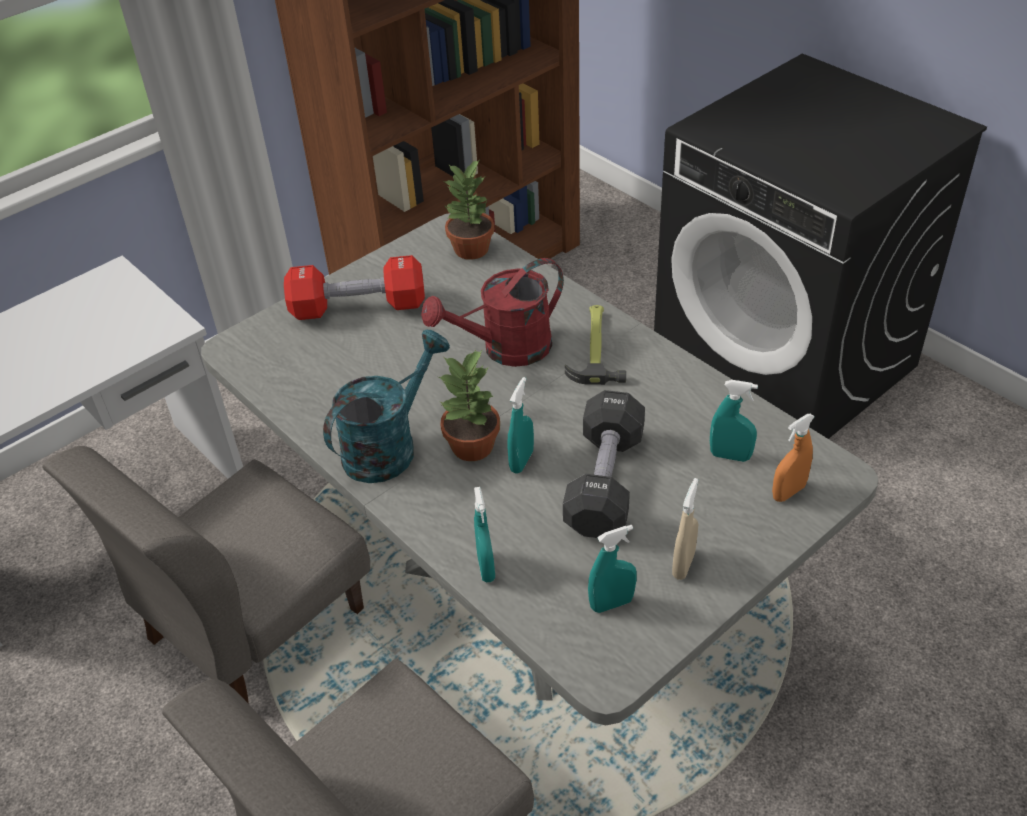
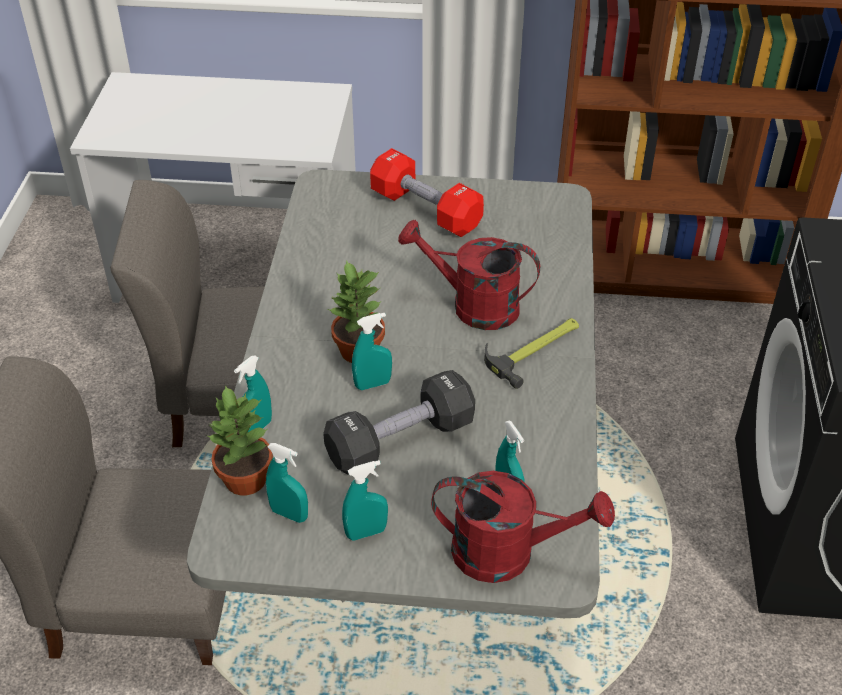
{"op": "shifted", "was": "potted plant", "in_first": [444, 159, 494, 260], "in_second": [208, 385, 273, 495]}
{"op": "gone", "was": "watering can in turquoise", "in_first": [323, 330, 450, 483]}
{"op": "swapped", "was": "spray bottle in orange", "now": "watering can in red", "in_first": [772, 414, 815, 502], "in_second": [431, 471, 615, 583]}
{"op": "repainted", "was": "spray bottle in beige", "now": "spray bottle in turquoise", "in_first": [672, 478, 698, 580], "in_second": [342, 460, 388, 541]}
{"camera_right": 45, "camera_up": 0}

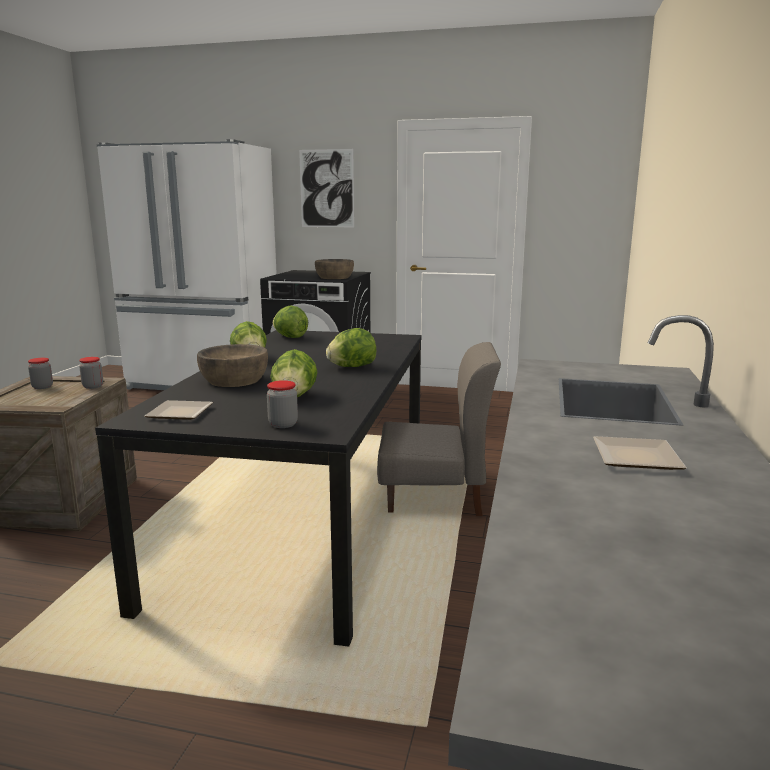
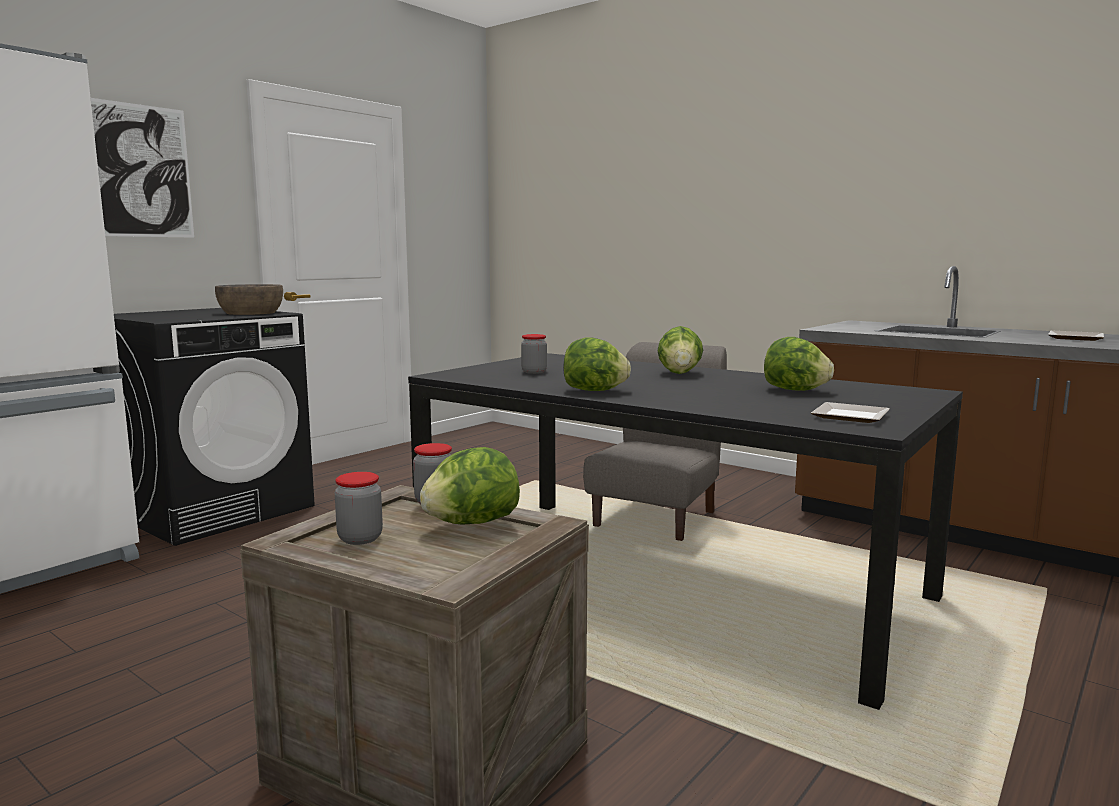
{"op": "shifted", "was": "lettuce", "in_first": [273, 305, 308, 338], "in_second": [420, 447, 520, 525]}
{"op": "gone", "was": "bowl in brown", "in_first": [197, 344, 268, 387]}
{"op": "shifted", "was": "jar", "in_first": [267, 380, 298, 428], "in_second": [521, 334, 547, 374]}
{"camera_right": -65, "camera_up": -5}

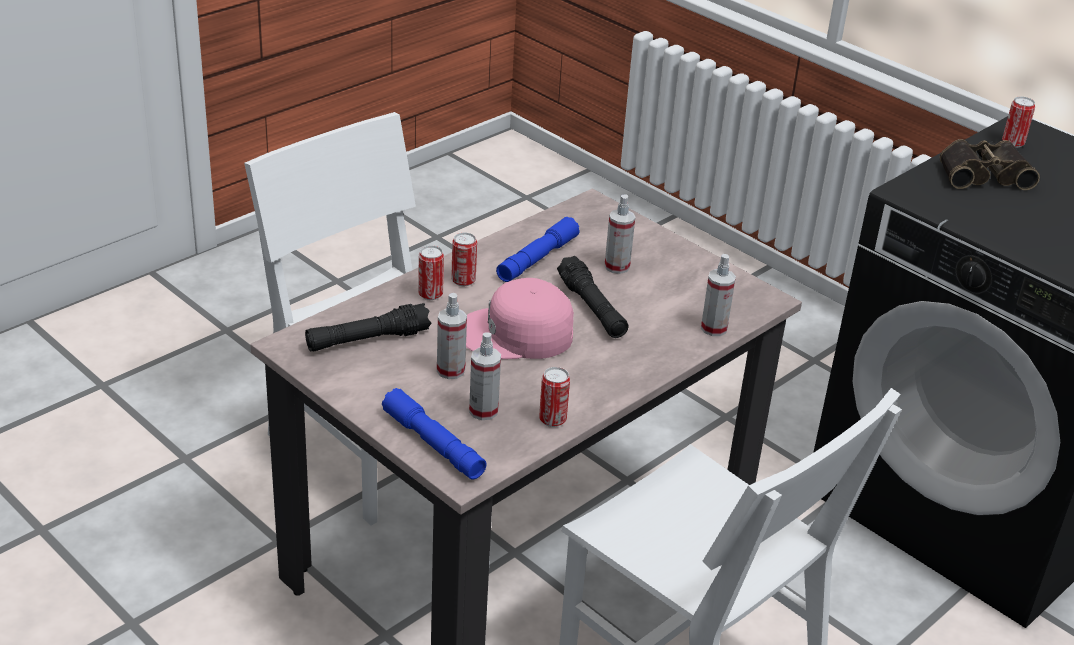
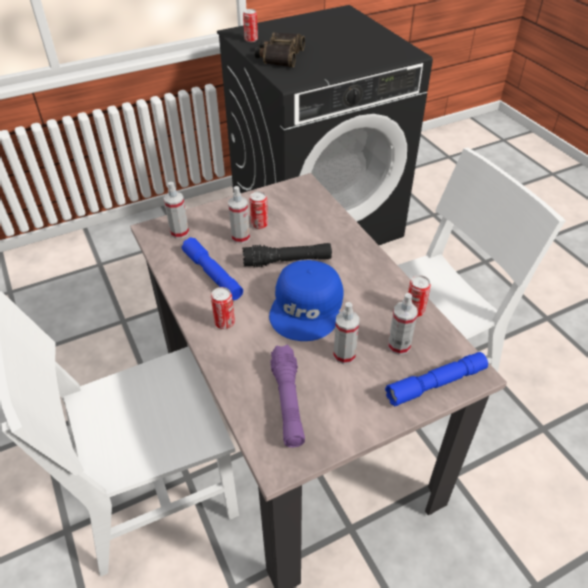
{"op": "shifted", "was": "can", "in_first": [418, 246, 444, 300], "in_second": [249, 191, 268, 229]}
{"op": "shifted", "was": "spray bottle", "in_first": [701, 254, 736, 336], "in_second": [164, 182, 189, 239]}
{"op": "repainted", "was": "cap in pink", "now": "cap in blue", "in_first": [466, 278, 574, 359], "in_second": [269, 260, 343, 341]}
{"op": "repainted", "was": "flashlight in black", "now": "flashlight in purple", "in_first": [305, 303, 431, 352], "in_second": [270, 345, 305, 447]}
{"camera_right": -70, "camera_up": 10}

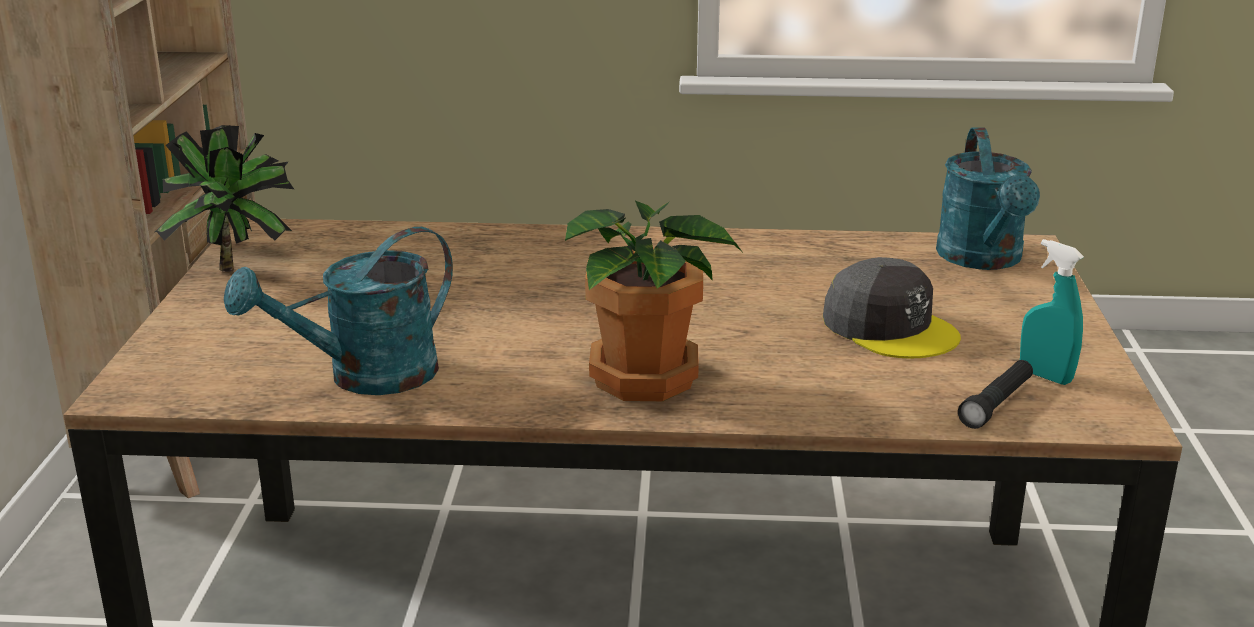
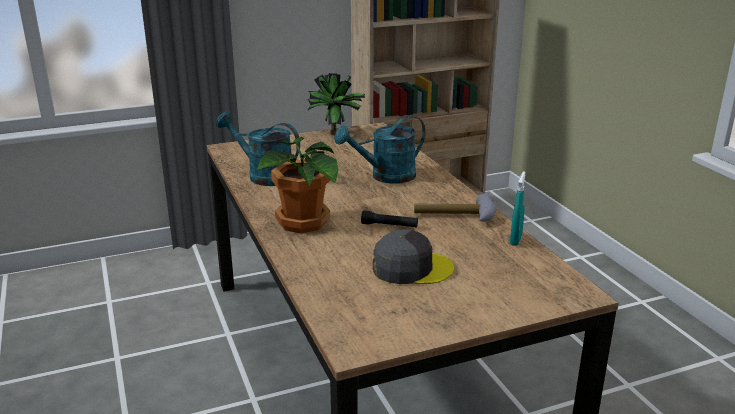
{"op": "shifted", "was": "watering can in turquoise", "in_first": [936, 127, 1040, 270], "in_second": [334, 116, 426, 184]}
{"op": "shifted", "was": "spray bottle in turquoise", "in_first": [1020, 239, 1084, 385], "in_second": [510, 171, 526, 246]}
{"op": "rotated", "was": "cap in grey", "in_first": [823, 257, 961, 359], "in_second": [373, 230, 454, 284], "clockwise": -120}
{"op": "shifted", "was": "flashlight in black", "in_first": [958, 360, 1033, 429], "in_second": [361, 210, 418, 228]}
{"op": "new", "now": "hammer", "in_second": [414, 194, 495, 222]}
{"camera_right": 65, "camera_up": 0}

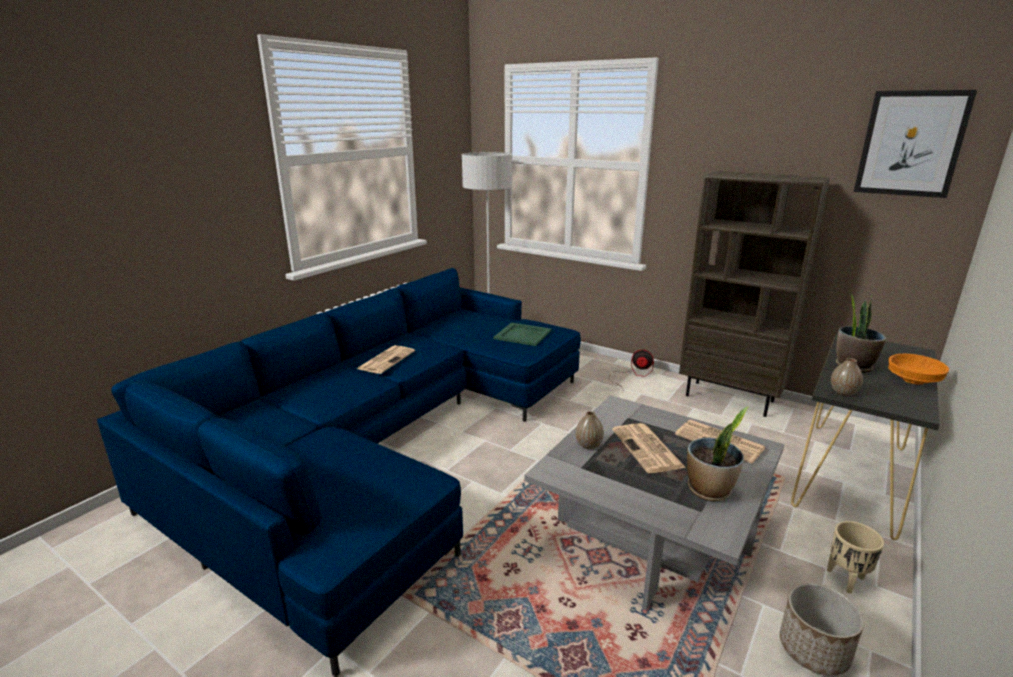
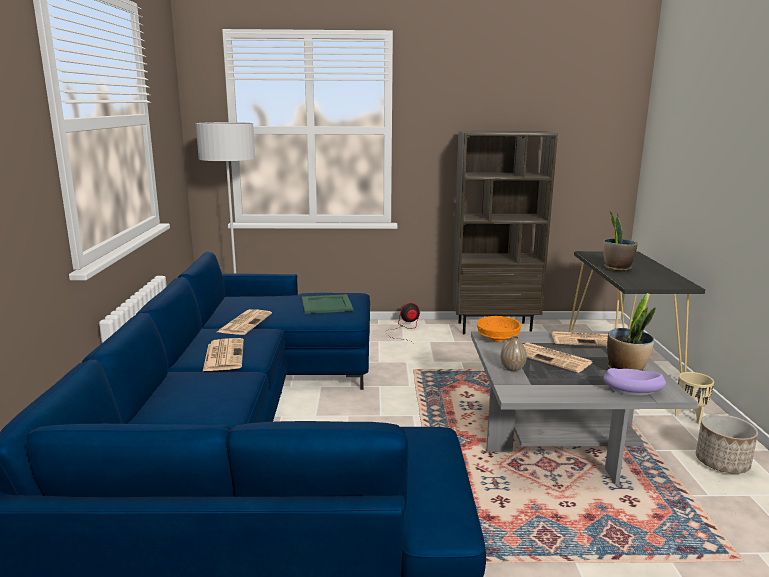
{"op": "gone", "was": "picture", "in_first": [854, 90, 977, 198]}
{"op": "shifted", "was": "bowl in orange", "in_first": [888, 354, 949, 385], "in_second": [477, 316, 521, 342]}
{"op": "gone", "was": "vase", "in_first": [831, 358, 863, 396]}
{"op": "new", "now": "newspaper", "in_second": [217, 309, 272, 335]}
{"op": "new", "now": "bowl in purple", "in_second": [603, 368, 666, 395]}
{"camera_right": -35, "camera_up": -5}

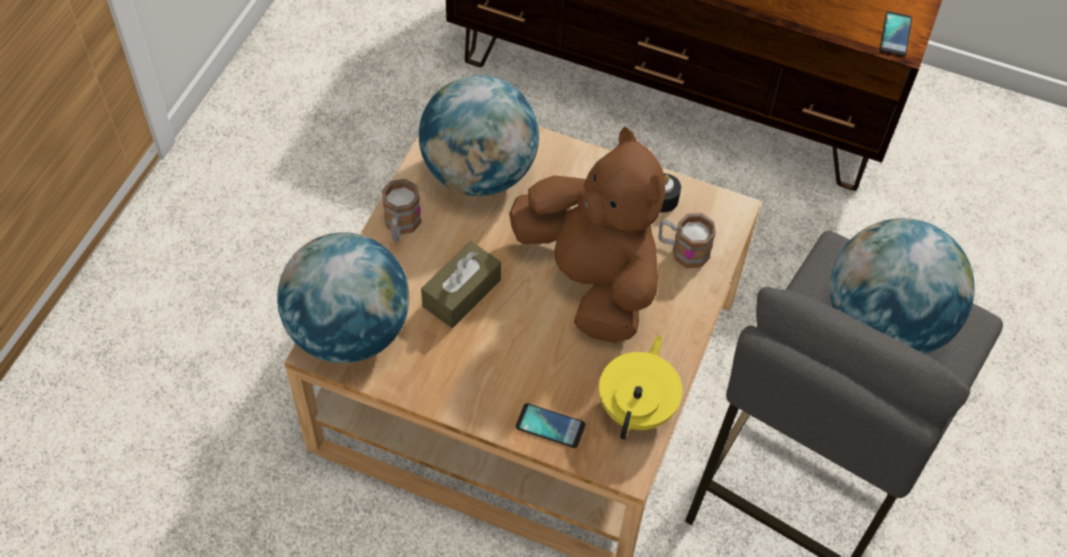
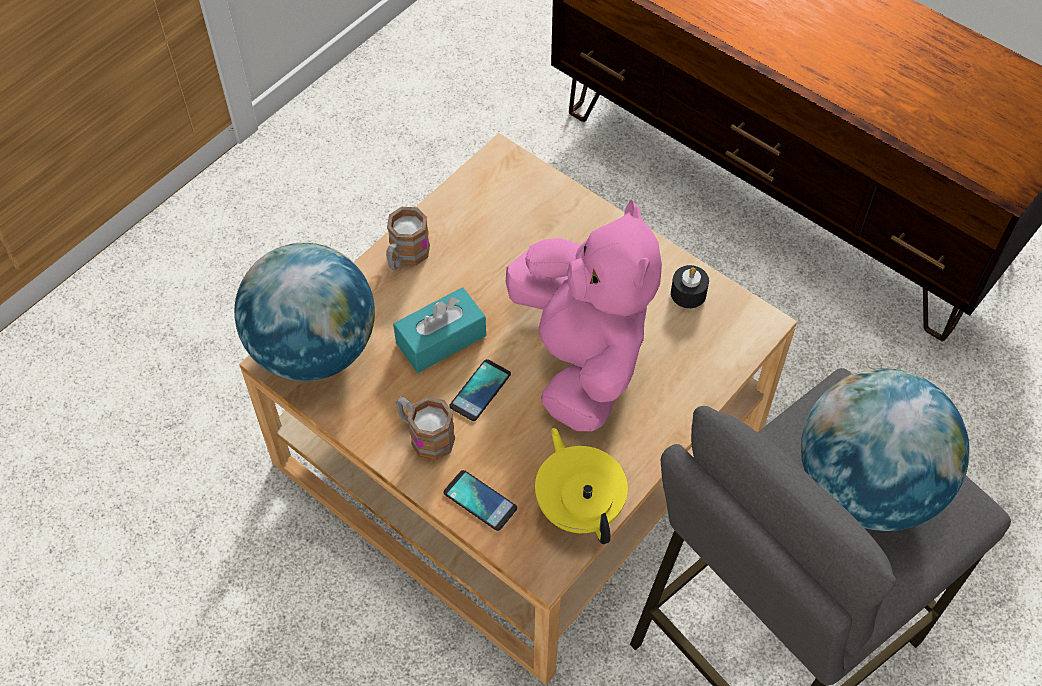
{"op": "shifted", "was": "phone", "in_first": [880, 11, 912, 56], "in_second": [449, 359, 511, 421]}
{"op": "gone", "was": "globe", "in_first": [419, 75, 539, 196]}
{"op": "repainted", "was": "plush toy in brown", "now": "plush toy in pink", "in_first": [509, 127, 665, 343], "in_second": [506, 199, 662, 431]}
{"op": "shifted", "was": "mug", "in_first": [658, 213, 716, 268], "in_second": [396, 397, 455, 460]}
{"op": "repainted", "was": "tissue box in brown", "now": "tissue box in turquoise", "in_first": [421, 241, 501, 328], "in_second": [393, 287, 486, 373]}
{"op": "rotated", "was": "teapot in yellow", "in_first": [599, 335, 682, 440], "in_second": [535, 428, 628, 544], "clockwise": -60}
{"camera_right": 20, "camera_up": 0}

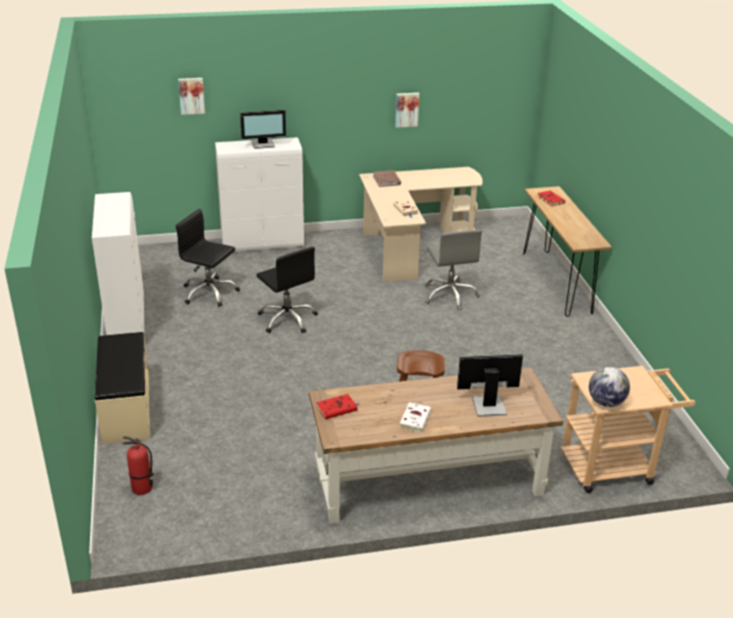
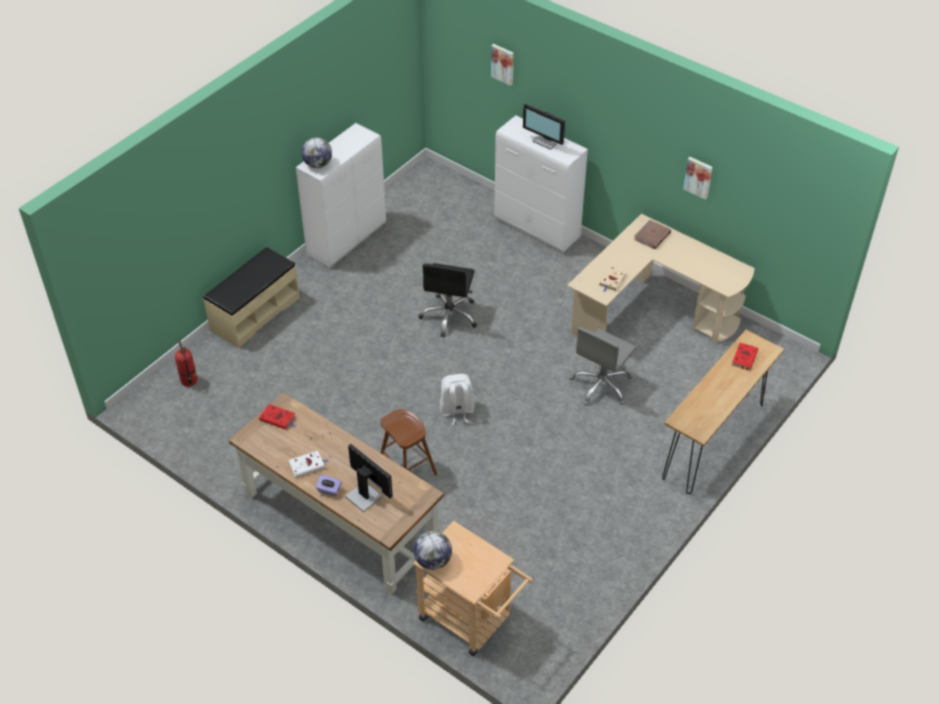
{"op": "gone", "was": "office chair in black", "in_first": [176, 209, 240, 307]}
{"op": "new", "now": "globe", "in_second": [301, 137, 332, 168]}
{"op": "new", "now": "backpack in white", "in_second": [440, 374, 475, 425]}
{"op": "new", "now": "tissue box in purple", "in_second": [315, 475, 341, 496]}
{"camera_right": 50, "camera_up": 15}

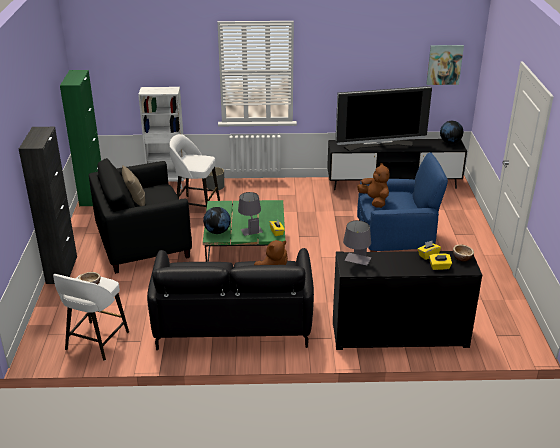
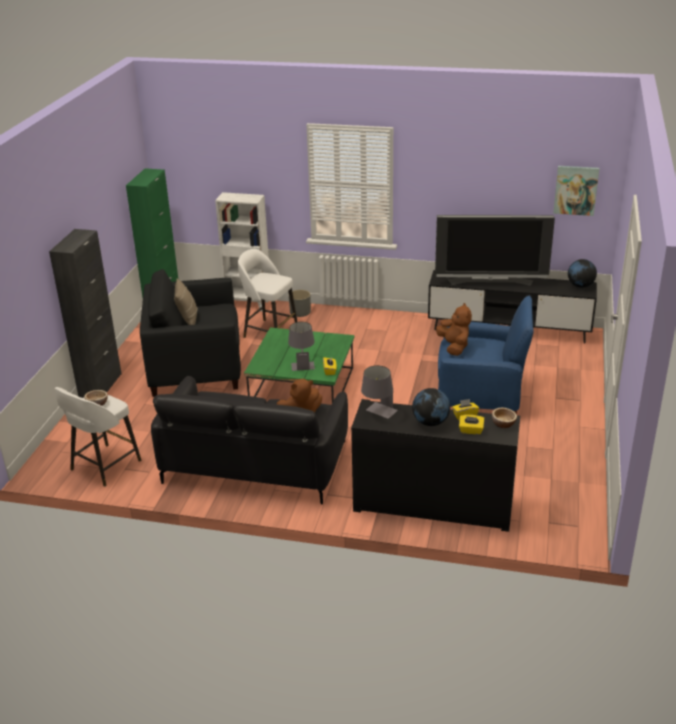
{"op": "shifted", "was": "globe", "in_first": [203, 207, 231, 234], "in_second": [412, 388, 450, 426]}
{"camera_right": 15, "camera_up": 0}

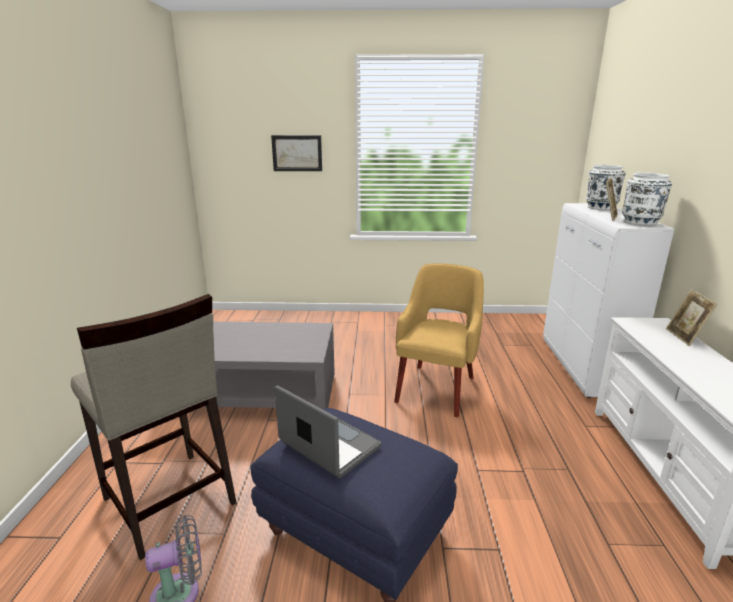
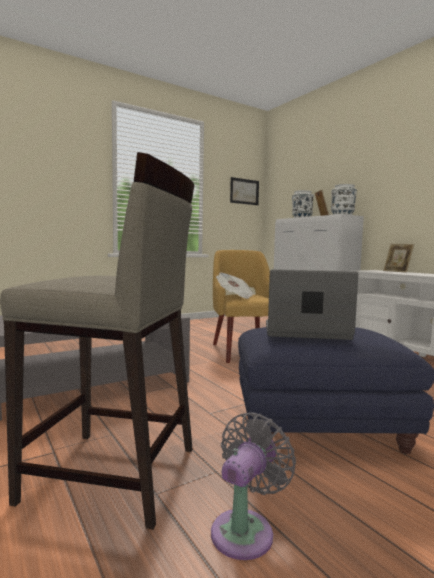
{"op": "shifted", "was": "picture", "in_first": [271, 135, 322, 171], "in_second": [230, 177, 259, 205]}
{"op": "new", "now": "newspaper", "in_second": [216, 273, 255, 299]}
{"camera_right": -35, "camera_up": -15}

